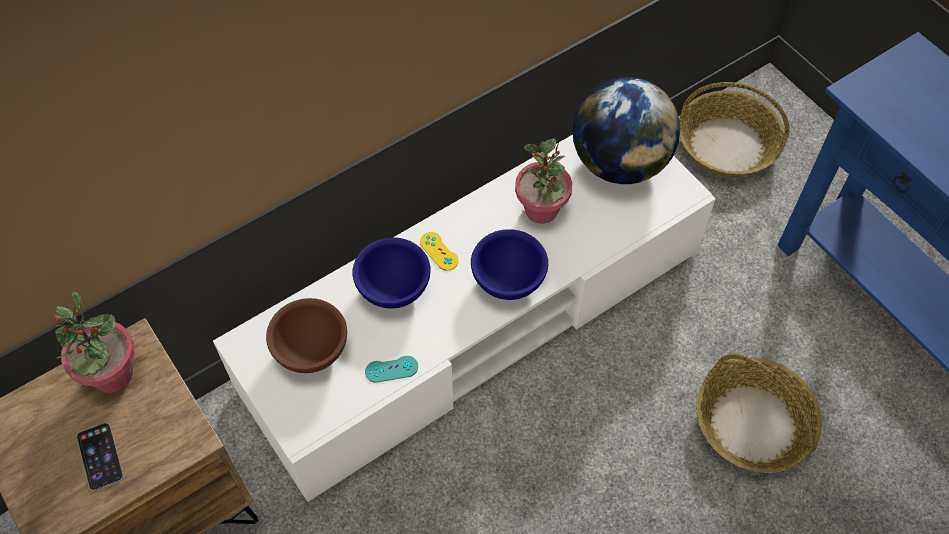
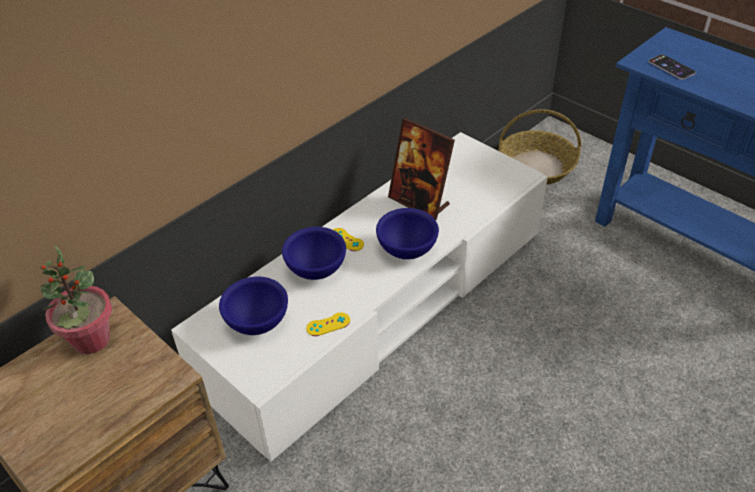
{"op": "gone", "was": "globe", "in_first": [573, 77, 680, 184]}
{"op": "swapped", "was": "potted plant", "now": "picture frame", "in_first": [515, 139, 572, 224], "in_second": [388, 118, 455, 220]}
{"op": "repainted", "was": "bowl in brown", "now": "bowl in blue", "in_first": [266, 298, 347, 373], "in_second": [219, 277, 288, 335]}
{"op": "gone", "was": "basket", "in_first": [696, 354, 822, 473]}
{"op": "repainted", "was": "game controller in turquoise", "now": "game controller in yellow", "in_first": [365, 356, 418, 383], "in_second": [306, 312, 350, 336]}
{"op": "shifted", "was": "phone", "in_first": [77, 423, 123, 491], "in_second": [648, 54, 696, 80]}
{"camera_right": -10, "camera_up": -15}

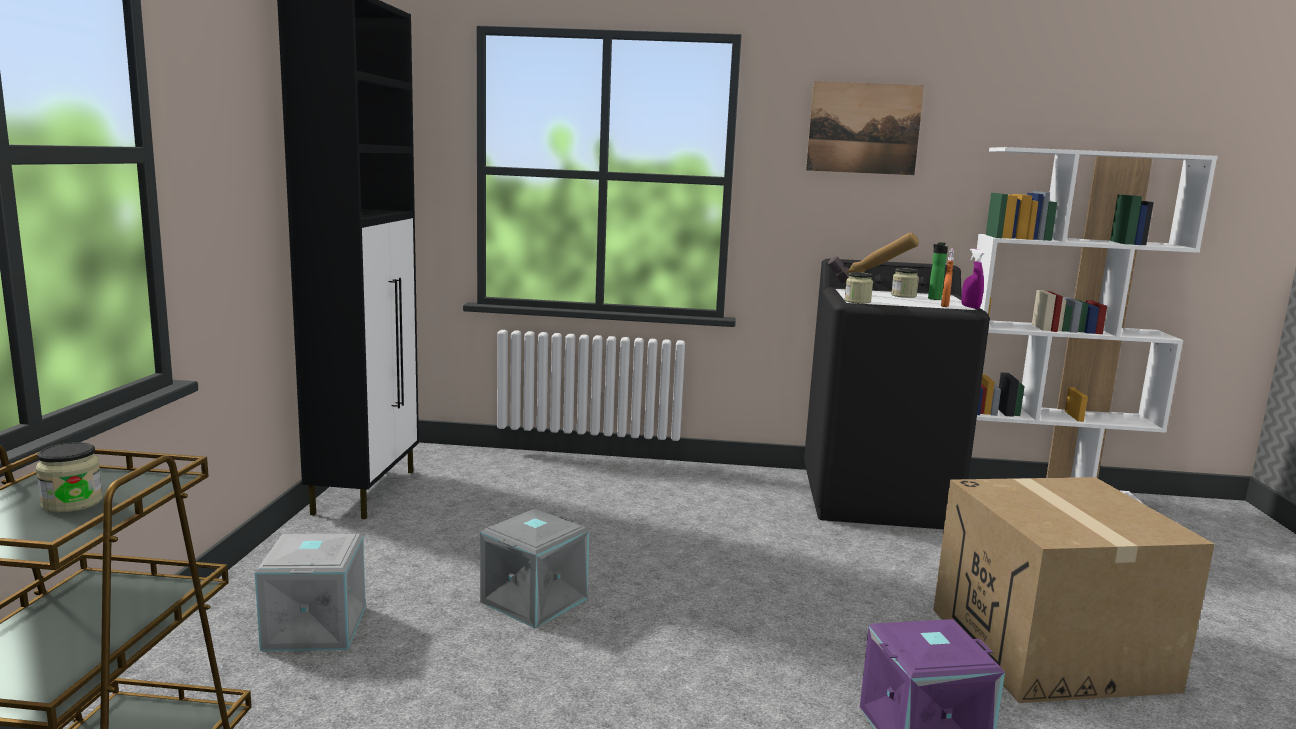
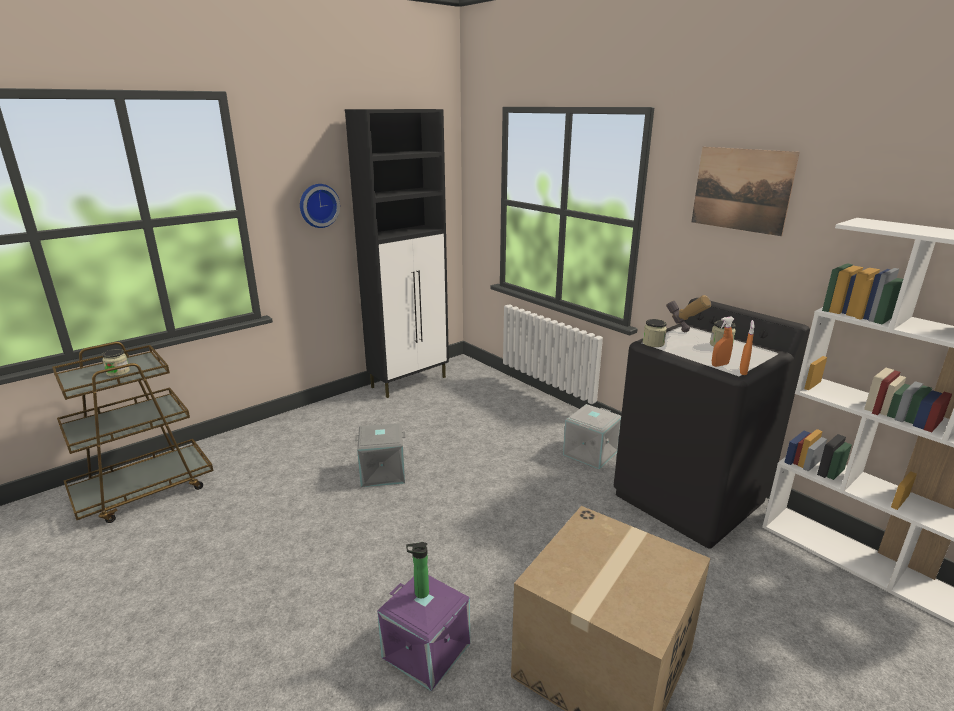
{"op": "shifted", "was": "bottle", "in_first": [928, 242, 948, 300], "in_second": [406, 542, 429, 598]}
{"op": "repainted", "was": "spray bottle in purple", "now": "spray bottle in orange", "in_first": [961, 249, 985, 309], "in_second": [740, 320, 755, 375]}
{"op": "shifted", "was": "storage box in grey", "in_first": [255, 532, 366, 651], "in_second": [563, 404, 621, 469]}
{"op": "new", "now": "wall clock", "in_second": [300, 184, 340, 228]}
{"camera_right": 45, "camera_up": 10}

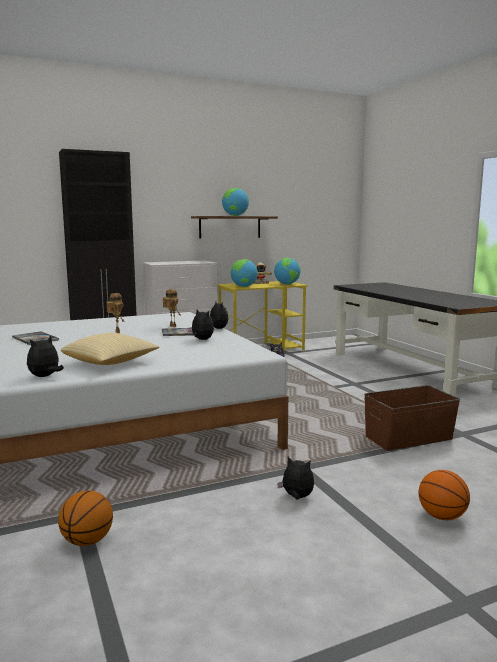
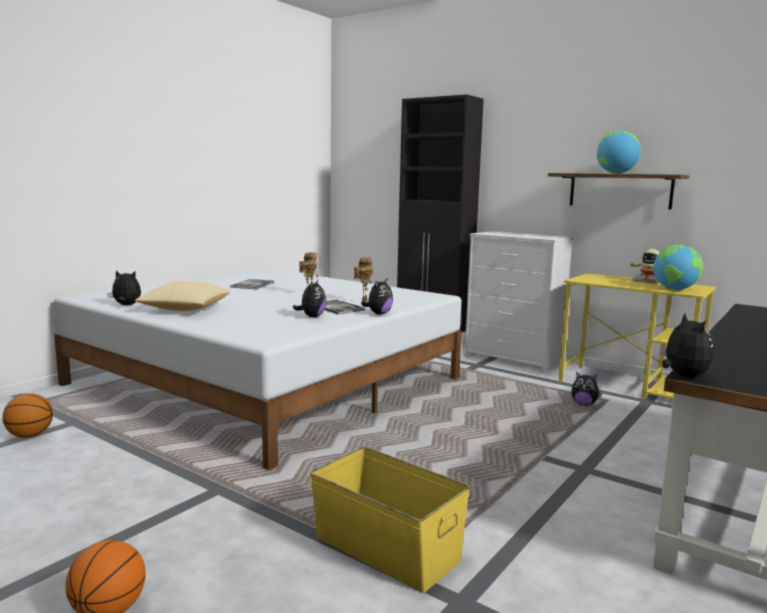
{"op": "gone", "was": "globe", "in_first": [230, 259, 258, 287]}
{"op": "repainted", "was": "storage box in brown", "now": "storage box in yellow", "in_first": [364, 385, 460, 451], "in_second": [310, 446, 470, 593]}
{"op": "shifted", "was": "plush toy", "in_first": [277, 457, 314, 500], "in_second": [660, 313, 713, 378]}
{"camera_right": 60, "camera_up": 0}

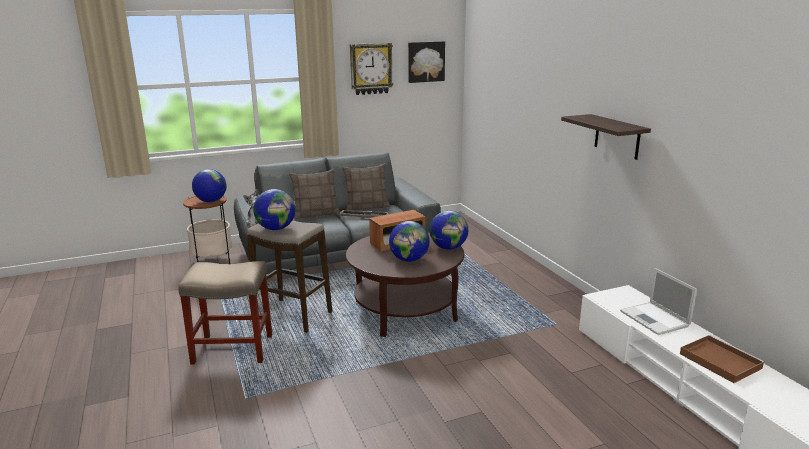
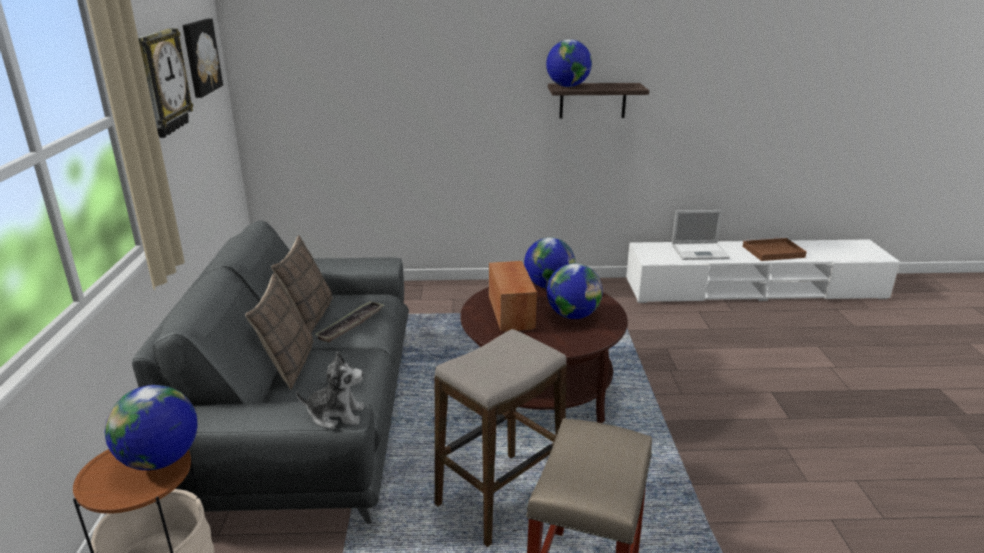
{"op": "shifted", "was": "globe", "in_first": [253, 189, 295, 230], "in_second": [546, 39, 592, 87]}
{"camera_right": -70, "camera_up": 5}

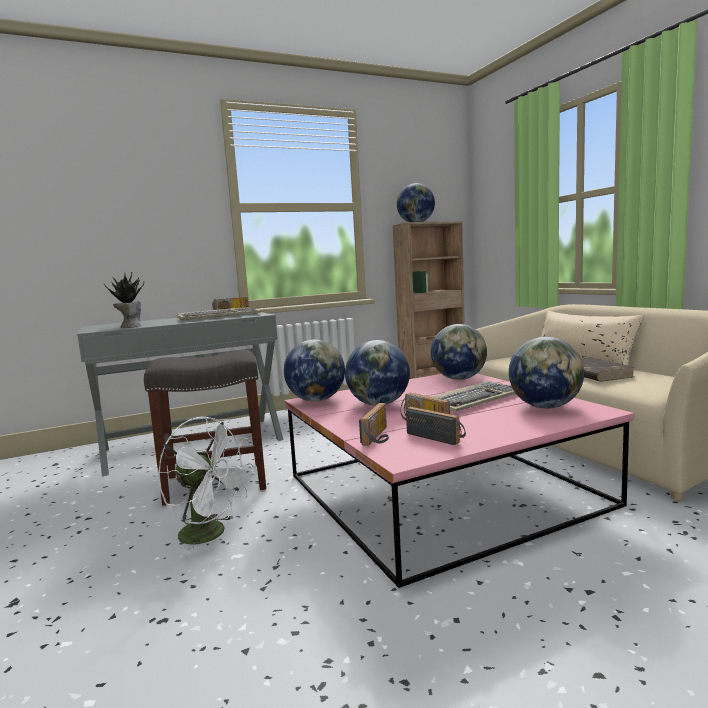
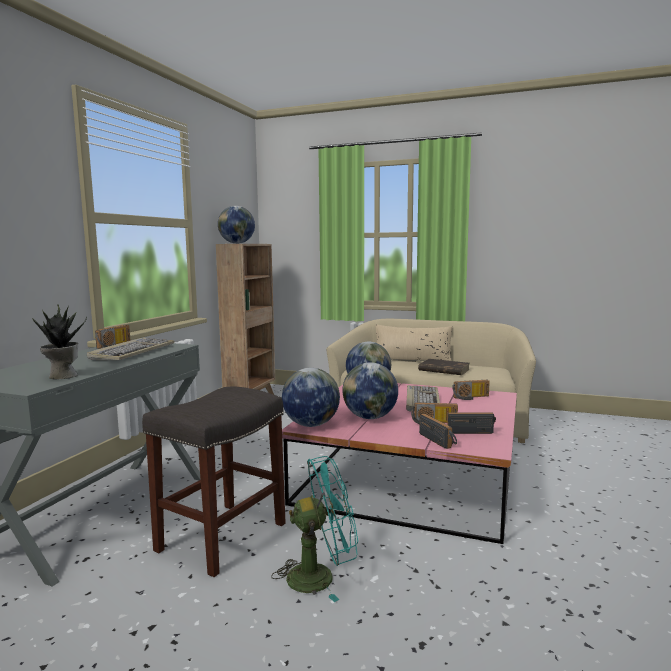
{"op": "swapped", "was": "globe", "now": "radio", "in_first": [509, 337, 584, 409], "in_second": [452, 380, 490, 400]}
{"op": "repainted", "was": "fan in white", "now": "fan in turquoise", "in_first": [158, 417, 254, 557], "in_second": [271, 456, 358, 602]}
{"camera_right": -45, "camera_up": 0}

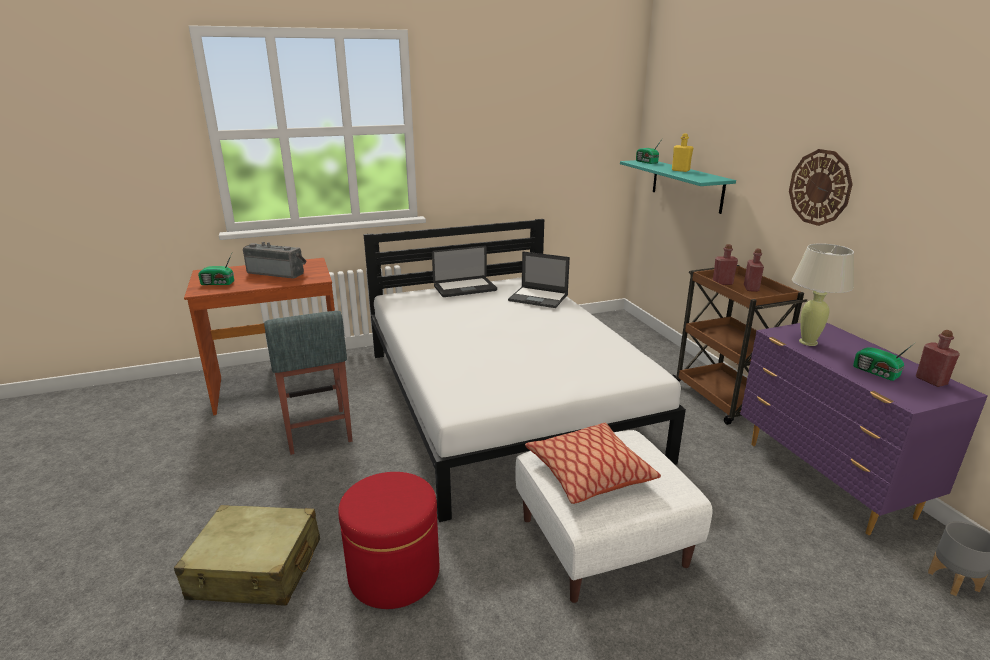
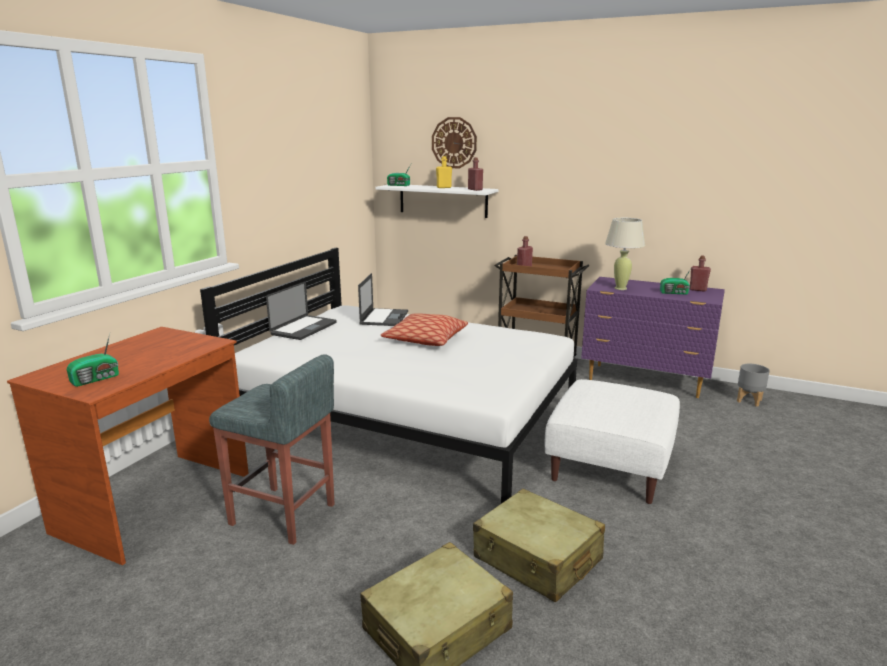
{"op": "shifted", "was": "wall clock", "in_first": [789, 149, 853, 226], "in_second": [432, 117, 477, 168]}
{"op": "repainted", "was": "shelf in turquoise", "now": "shelf in white", "in_first": [620, 160, 736, 214], "in_second": [375, 185, 498, 218]}
{"op": "gone", "was": "radio", "in_first": [243, 242, 306, 279]}
{"op": "shifted", "was": "bottle in red", "in_first": [744, 249, 764, 292], "in_second": [468, 157, 483, 191]}
{"op": "rotated", "was": "laptop", "in_first": [508, 251, 570, 308], "in_second": [358, 273, 408, 326], "clockwise": -60}
{"op": "shifted", "was": "pillow", "in_first": [525, 423, 661, 504], "in_second": [381, 313, 468, 346]}
{"op": "swapped", "was": "ottoman in red", "now": "suitcase in beige", "in_first": [338, 472, 439, 609], "in_second": [473, 489, 605, 603]}
{"camera_right": -45, "camera_up": -5}

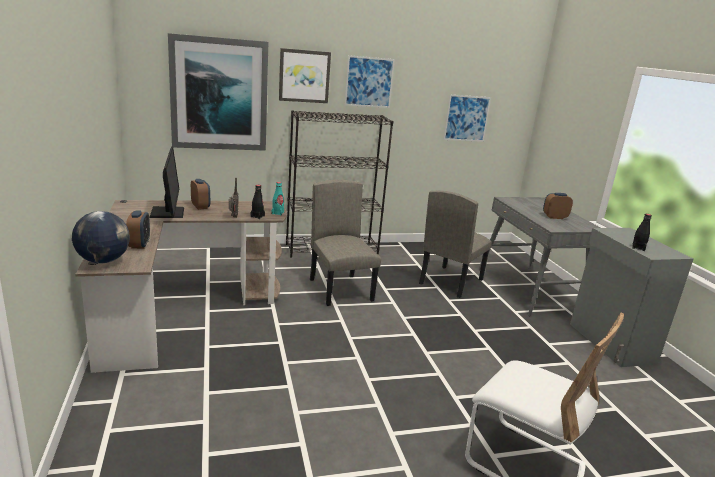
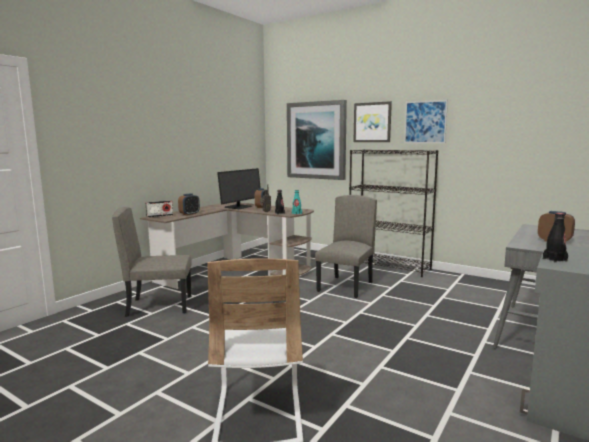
{"op": "gone", "was": "picture", "in_first": [443, 95, 491, 142]}
{"op": "shifted", "was": "chair in beige", "in_first": [419, 191, 492, 298], "in_second": [112, 207, 192, 317]}
{"op": "swapped", "was": "globe", "now": "radio", "in_first": [72, 211, 130, 263], "in_second": [146, 201, 173, 217]}
{"camera_right": 50, "camera_up": -10}

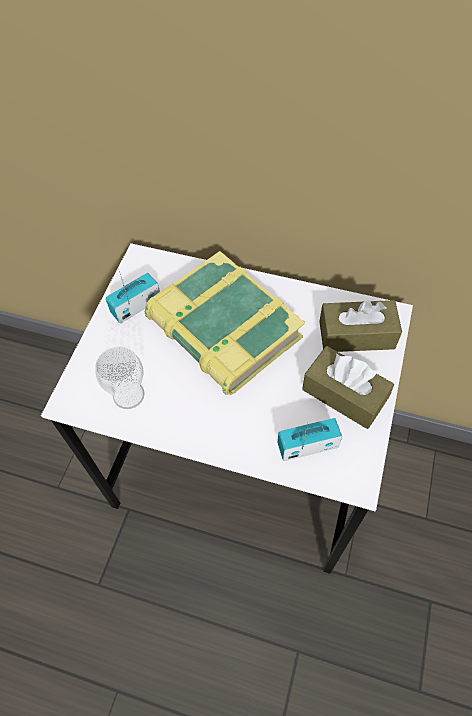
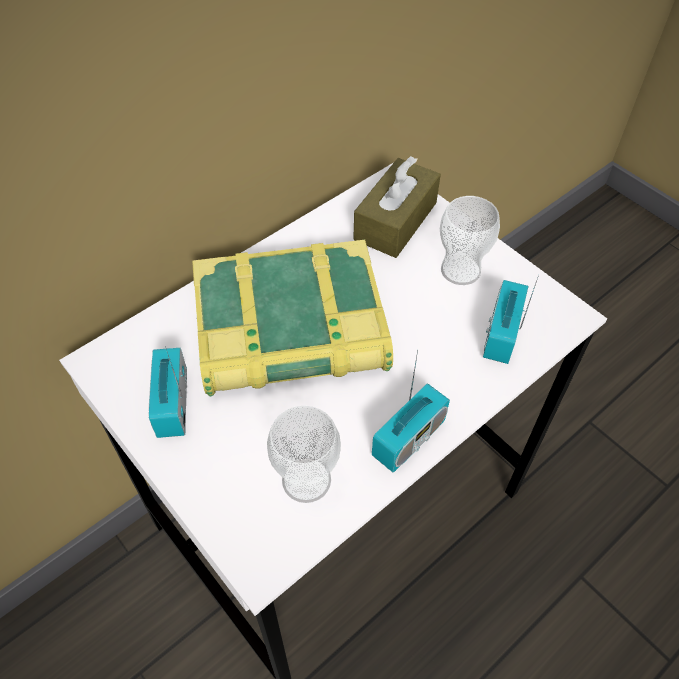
{"op": "swapped", "was": "tissue box in brown", "now": "cup", "in_first": [302, 346, 394, 429], "in_second": [440, 196, 500, 285]}
{"op": "new", "now": "radio", "in_second": [372, 350, 450, 473]}
{"camera_right": -60, "camera_up": -5}

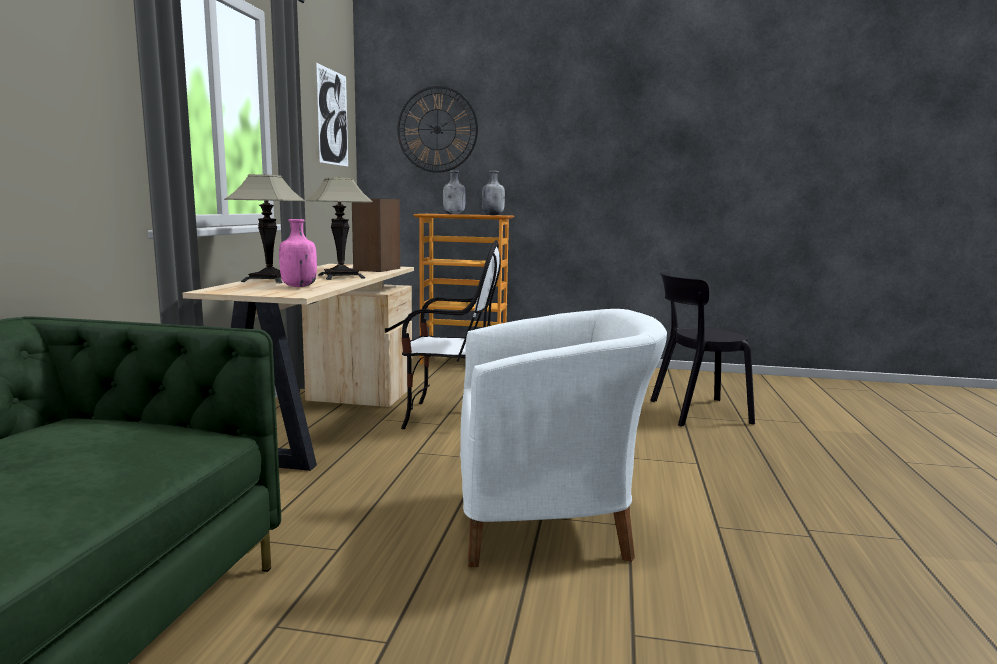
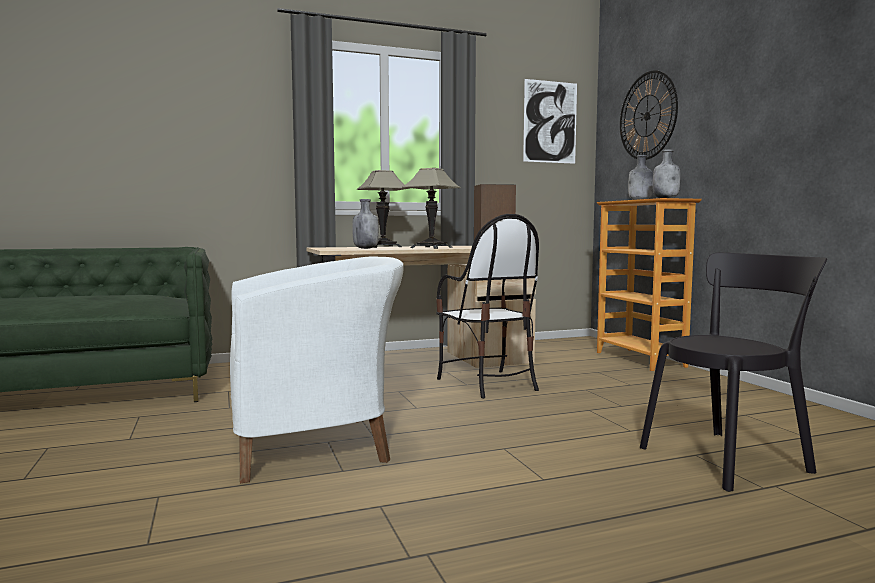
{"op": "repainted", "was": "bottle in pink", "now": "bottle in grey", "in_first": [279, 219, 317, 287], "in_second": [352, 199, 379, 249]}
{"op": "rotated", "was": "chair in black", "in_first": [650, 270, 755, 426], "in_second": [640, 253, 827, 492], "clockwise": 105}
{"op": "rotated", "was": "armchair in white", "in_first": [460, 309, 667, 567], "in_second": [230, 256, 404, 483], "clockwise": -75}
{"camera_right": 60, "camera_up": -5}

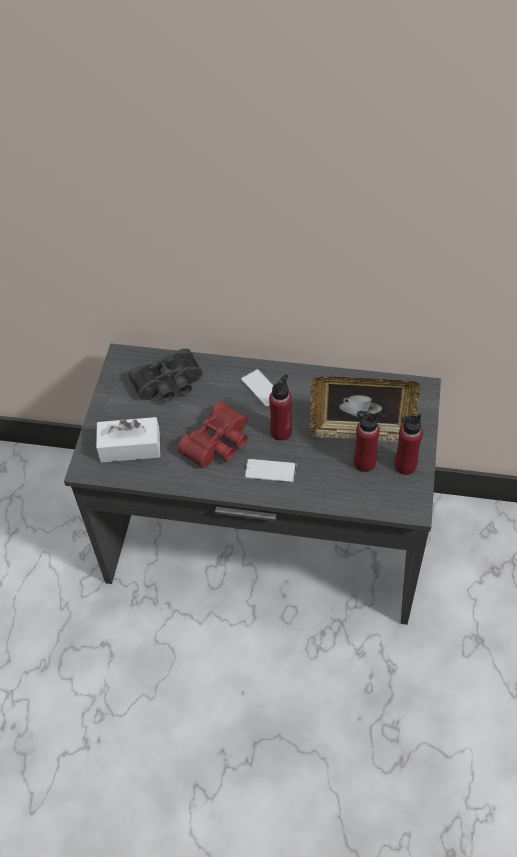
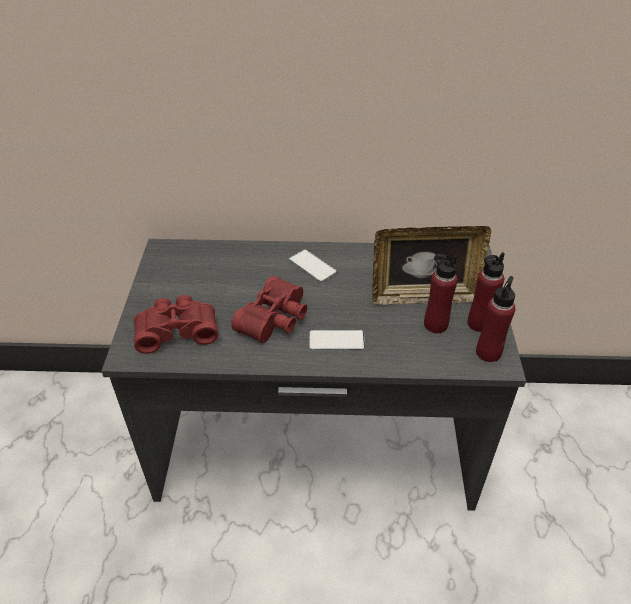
{"op": "gone", "was": "binoculars in black", "in_first": [128, 348, 203, 402]}
{"op": "shifted", "was": "bottle in red", "in_first": [269, 374, 292, 441], "in_second": [476, 276, 516, 362]}
{"op": "swapped", "was": "tissue box in white", "now": "binoculars in red", "in_first": [96, 417, 160, 462], "in_second": [134, 295, 218, 354]}
{"camera_right": -10, "camera_up": -10}

